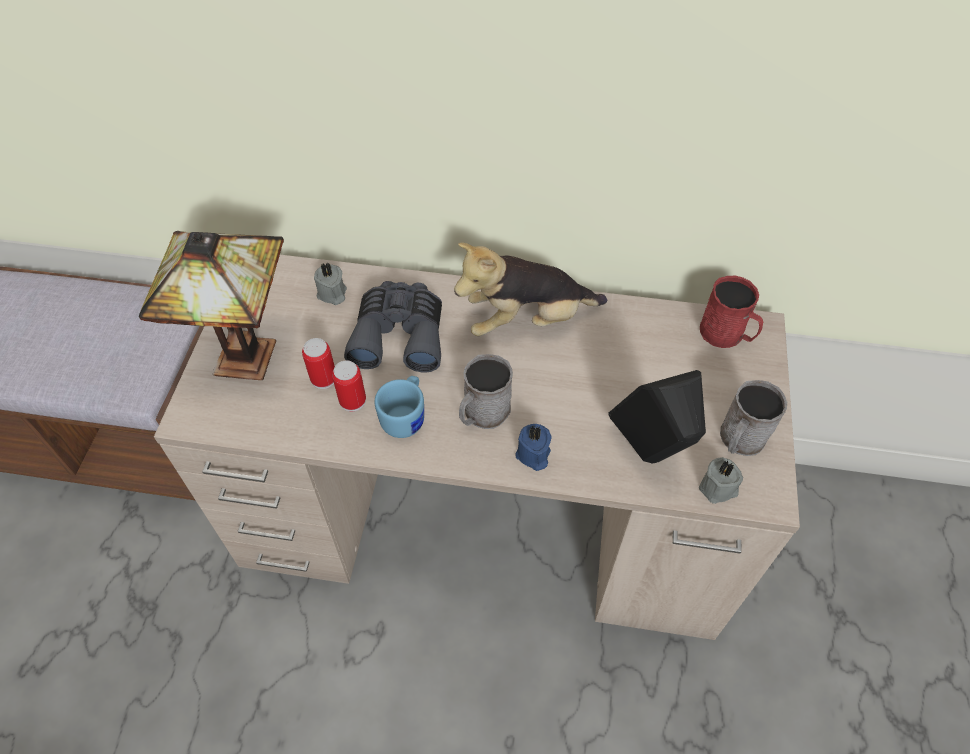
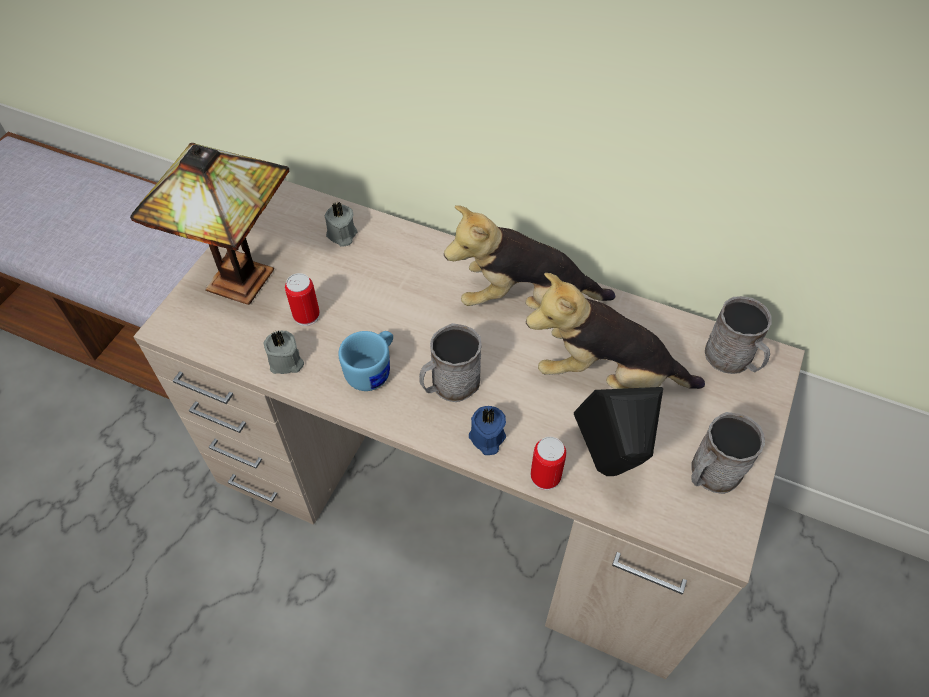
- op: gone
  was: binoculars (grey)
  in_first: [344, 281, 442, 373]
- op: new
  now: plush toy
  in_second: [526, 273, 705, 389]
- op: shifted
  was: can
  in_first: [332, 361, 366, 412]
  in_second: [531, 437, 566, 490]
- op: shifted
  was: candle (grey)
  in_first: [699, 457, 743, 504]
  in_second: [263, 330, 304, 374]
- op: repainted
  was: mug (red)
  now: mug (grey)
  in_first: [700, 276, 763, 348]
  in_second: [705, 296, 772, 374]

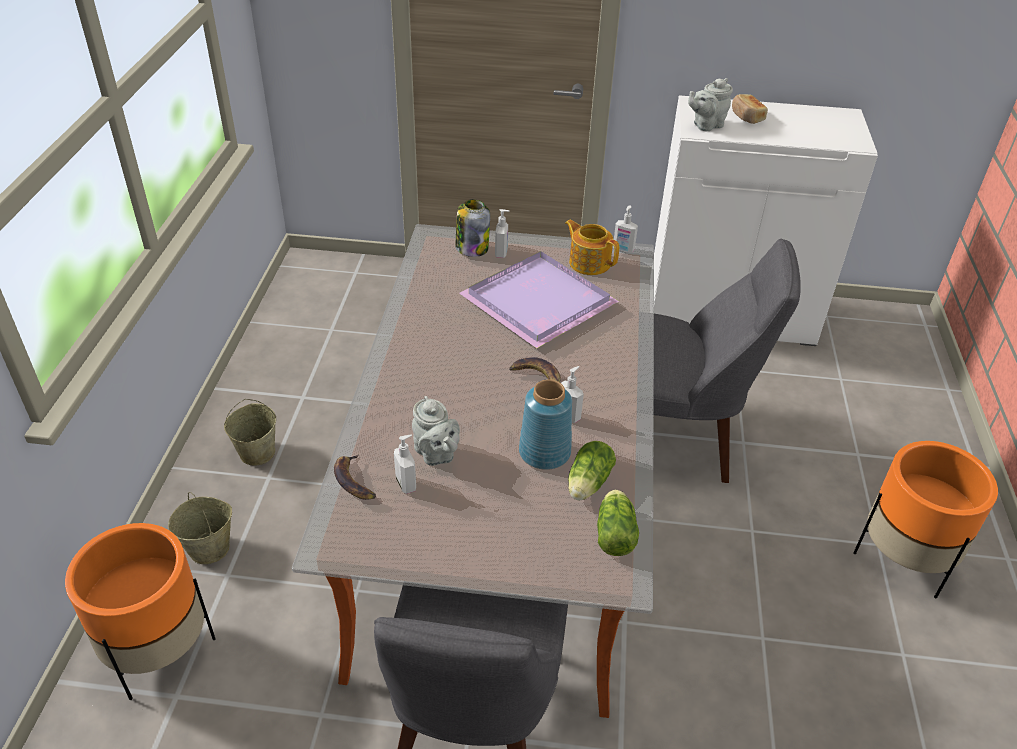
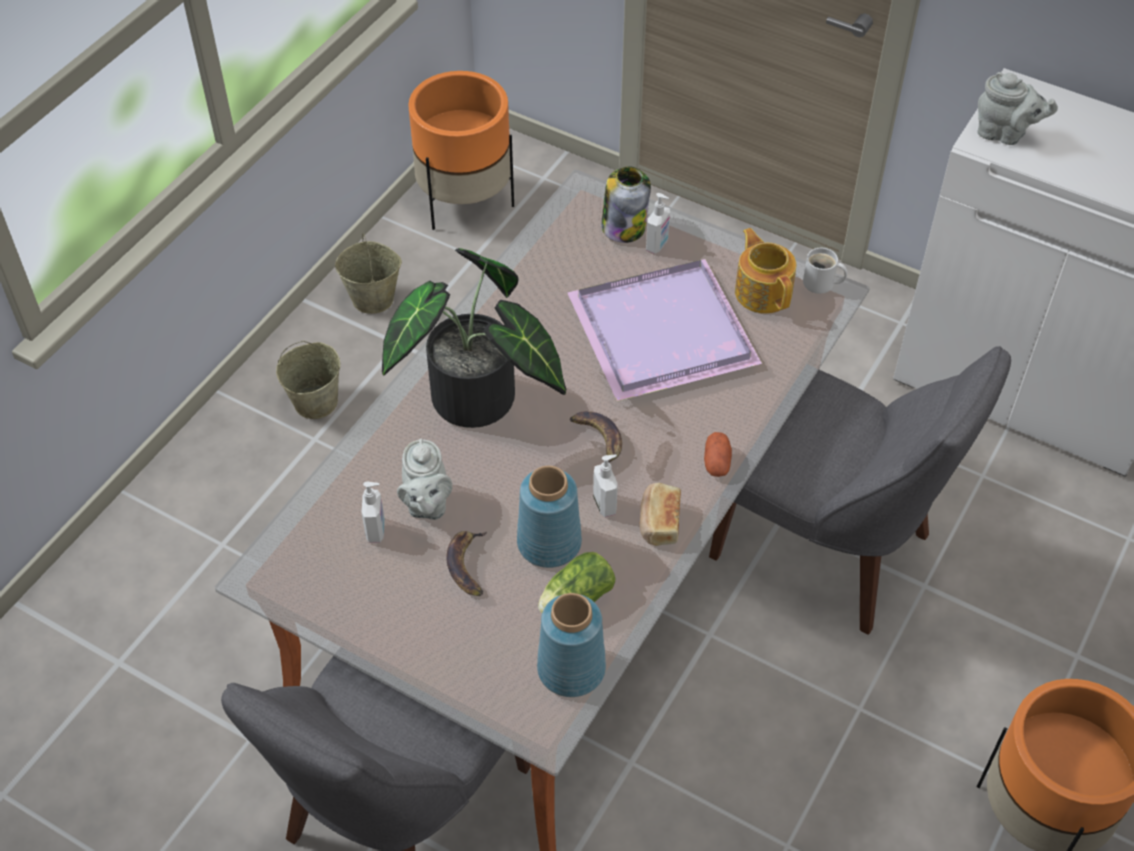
- op: new
  now: potted plant
  in_second: [382, 248, 566, 428]
- op: new
  now: potato
  in_second: [704, 432, 732, 477]
- op: shifted
  was: planter (orange)
  in_first: [65, 523, 216, 700]
  in_second: [408, 71, 514, 230]
- op: shifted
  was: bucket (beige)
  in_first: [168, 492, 232, 564]
  in_second: [335, 233, 402, 314]
- op: shifted
  was: banana
  in_first: [334, 454, 376, 500]
  in_second: [447, 531, 487, 596]
- op: shifted
  was: bread
  in_first: [732, 94, 768, 124]
  in_second: [640, 483, 681, 546]
- op: swapped
  was: lettuce
  now: vase (blue)
  in_first: [597, 490, 639, 556]
  in_second: [537, 593, 606, 697]
- op: swapped
  was: soap dispenser
  now: mug (white)
  in_first: [613, 205, 638, 253]
  in_second: [803, 248, 848, 294]
- op: rotated
  was: teapot (grey)
  in_first: [688, 78, 733, 131]
  in_second: [977, 72, 1058, 145]
  clockwise: -150

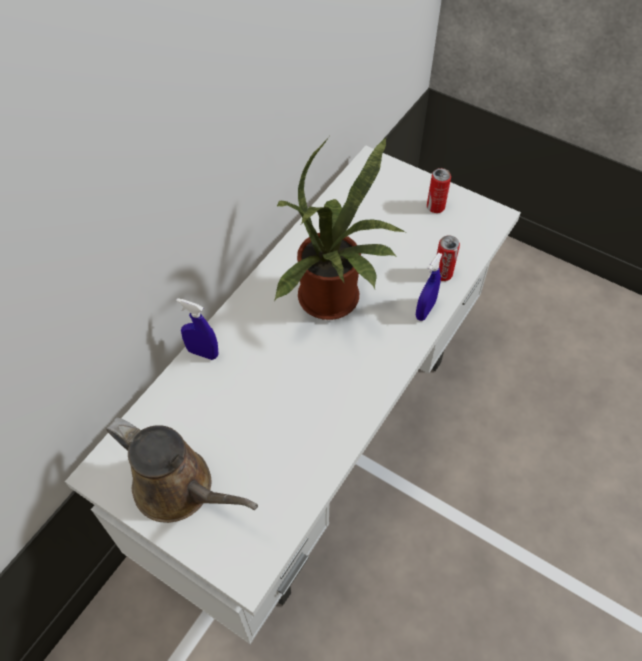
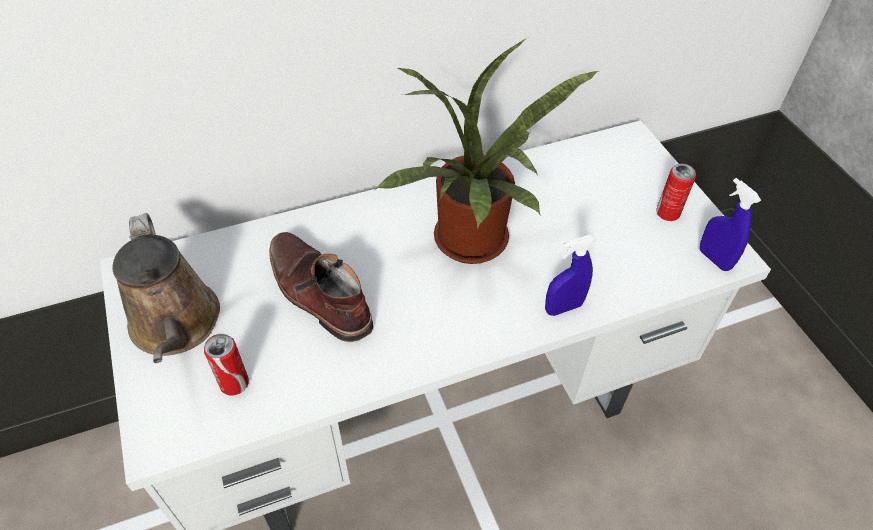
- op: new
  now: boot (brown)
  in_second: [269, 232, 373, 342]
- op: shifted
  was: spray bottle (blue)
  in_first: [176, 298, 218, 360]
  in_second: [700, 178, 761, 271]
- op: shifted
  was: can
  in_first: [437, 236, 460, 281]
  in_second: [204, 334, 249, 395]

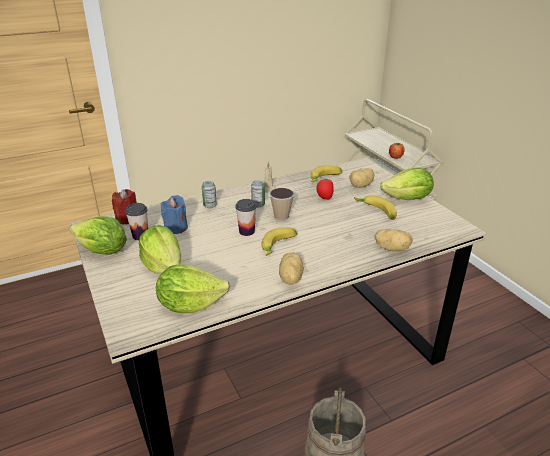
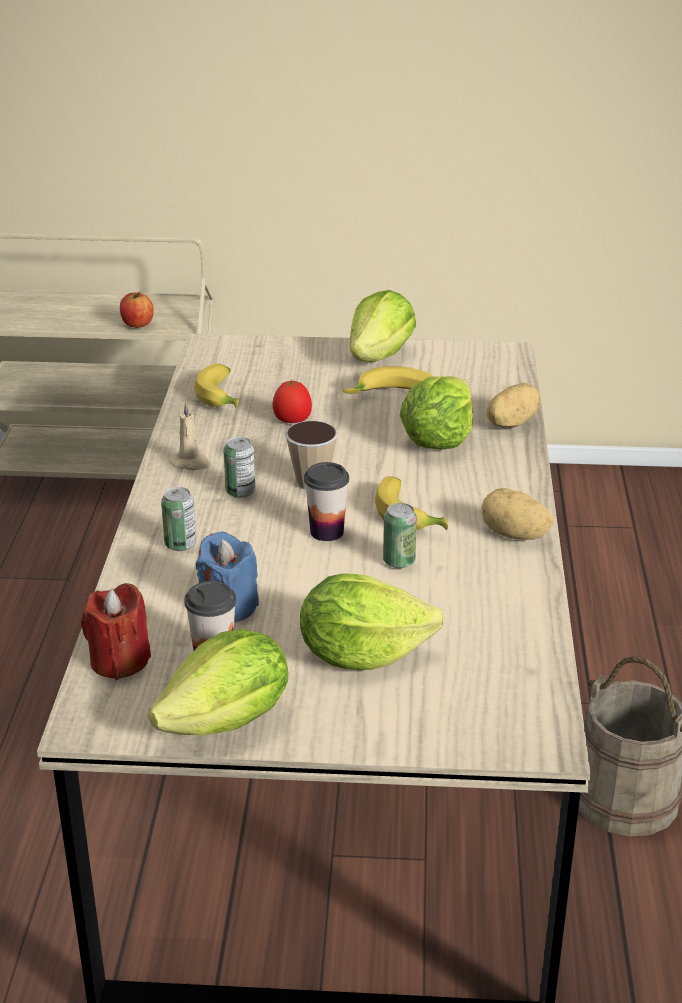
- op: gone
  was: potato
  in_first: [349, 168, 374, 188]
- op: new
  now: can
  in_second: [383, 503, 417, 568]
- op: shifted
  was: lettuce
  in_first: [156, 264, 230, 313]
  in_second: [399, 376, 473, 449]

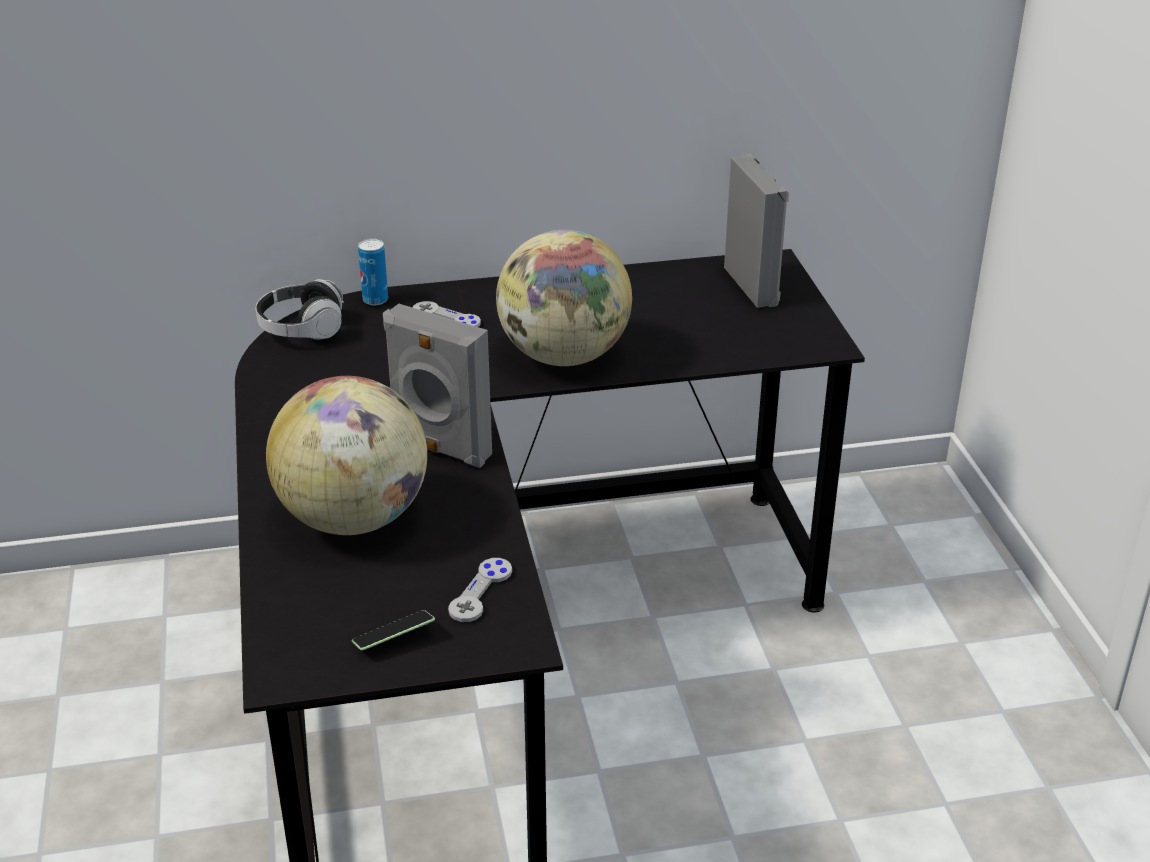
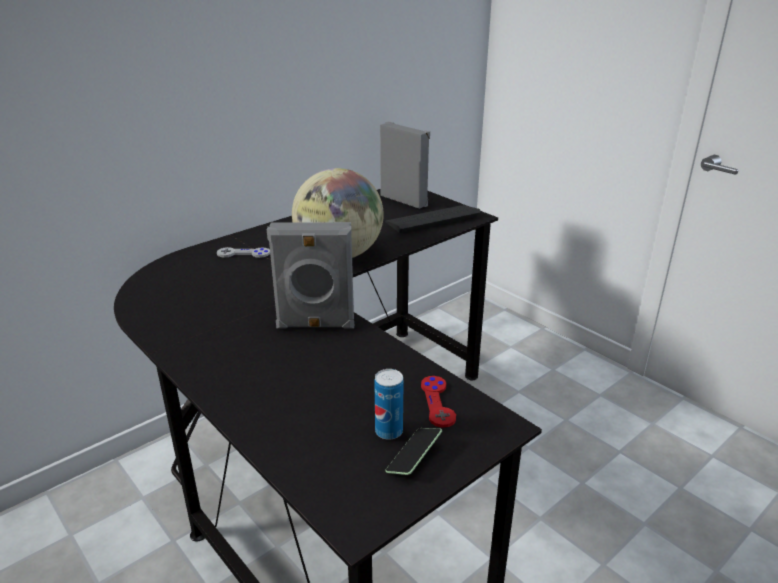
- op: gone
  was: headphones
  in_first: [255, 279, 344, 340]
- op: gone
  was: globe
  in_first: [266, 376, 427, 535]
- op: new
  now: keyboard
  in_second: [385, 205, 481, 233]
- op: shifted
  was: can
  in_first: [358, 239, 388, 305]
  in_second: [374, 369, 404, 440]
- op: repainted
  was: game controller (grey)
  now: game controller (red)
  in_first: [448, 558, 512, 622]
  in_second: [421, 376, 456, 428]

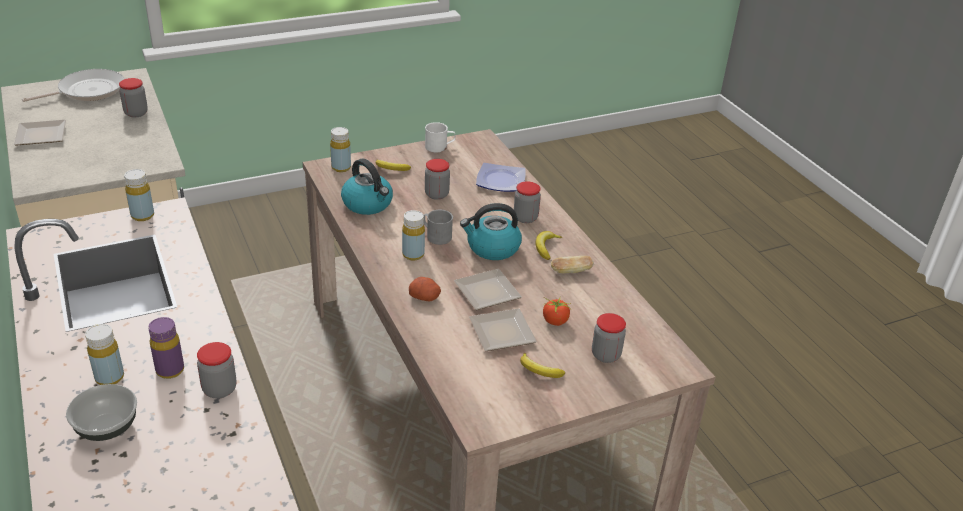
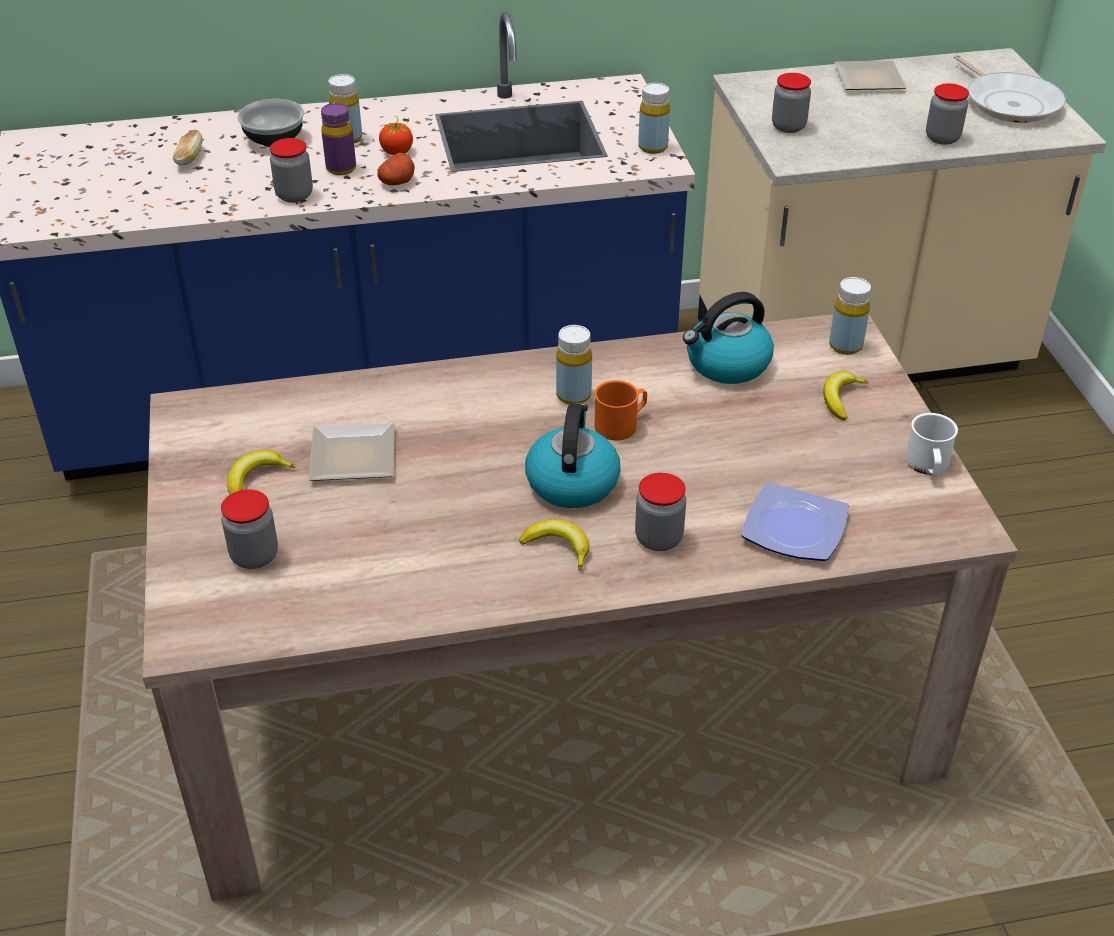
- op: gone
  was: plate
  in_first: [454, 269, 522, 310]
- op: shifted
  was: potato
  in_first: [409, 277, 441, 301]
  in_second: [377, 153, 415, 186]
- op: shifted
  was: jar
  in_first: [425, 159, 450, 200]
  in_second: [772, 73, 811, 133]
- op: shifted
  was: tomato
  in_first: [543, 297, 571, 326]
  in_second: [379, 116, 413, 155]
- op: shifted
  was: bread
  in_first: [551, 256, 594, 273]
  in_second: [173, 130, 203, 165]
- op: repainted
  was: mug (grey)
  now: mug (orange)
  in_first: [423, 210, 453, 245]
  in_second: [594, 380, 647, 440]

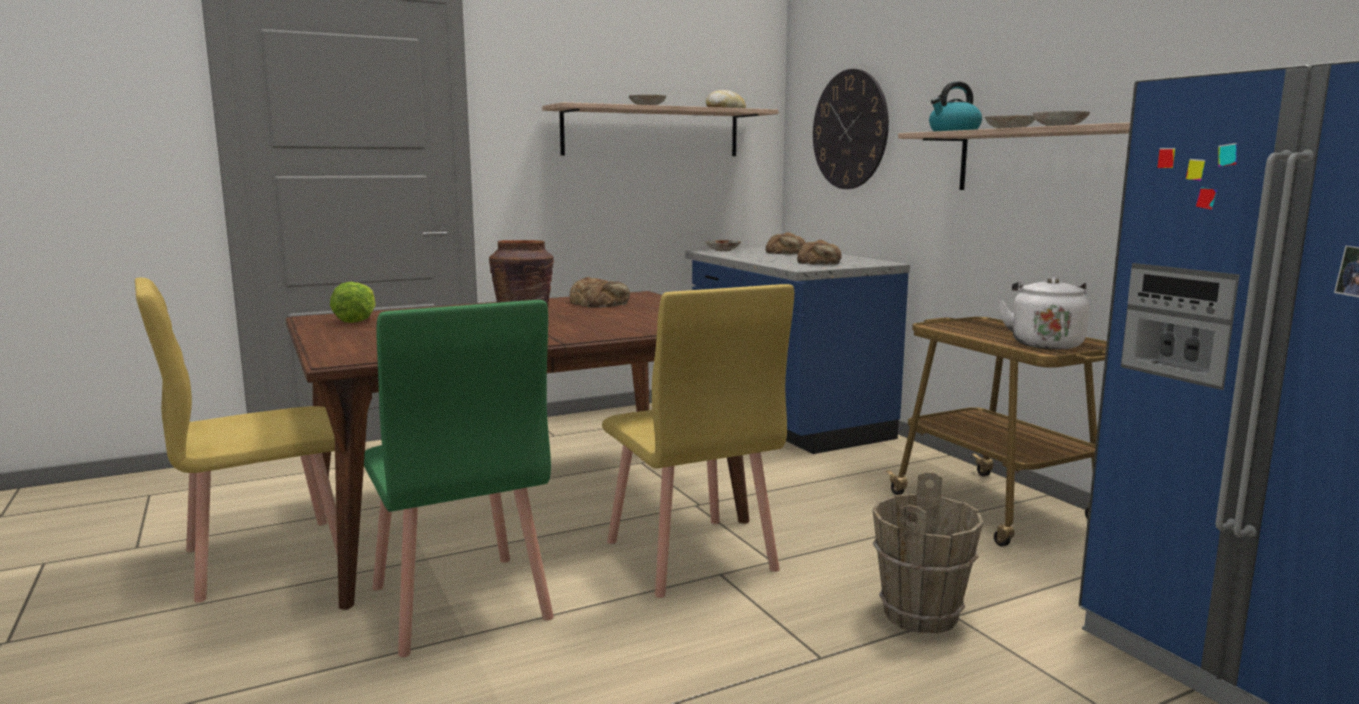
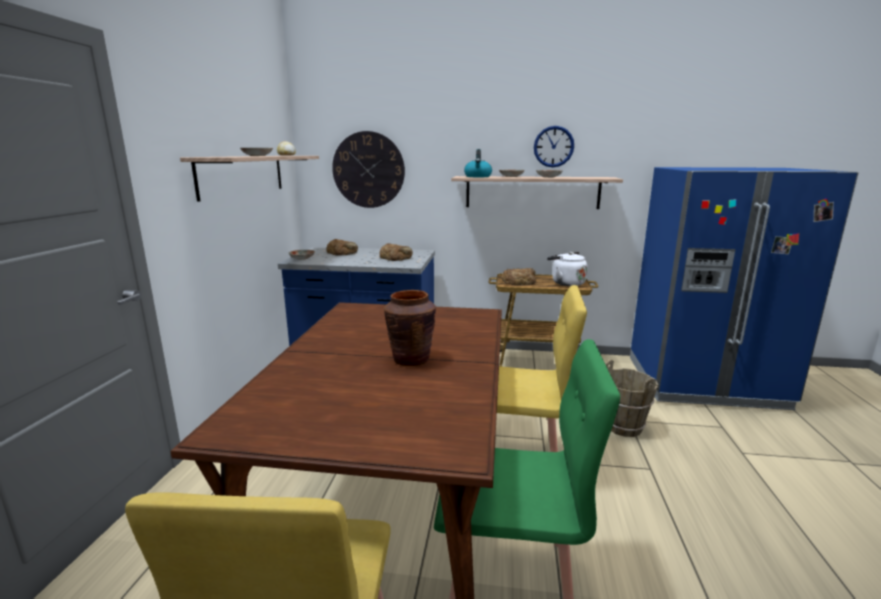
- op: gone
  was: lettuce
  in_first: [330, 282, 376, 323]
- op: new
  now: wall clock
  in_second: [534, 126, 574, 167]
- op: shifted
  was: bread
  in_first: [570, 277, 630, 307]
  in_second: [501, 268, 536, 285]

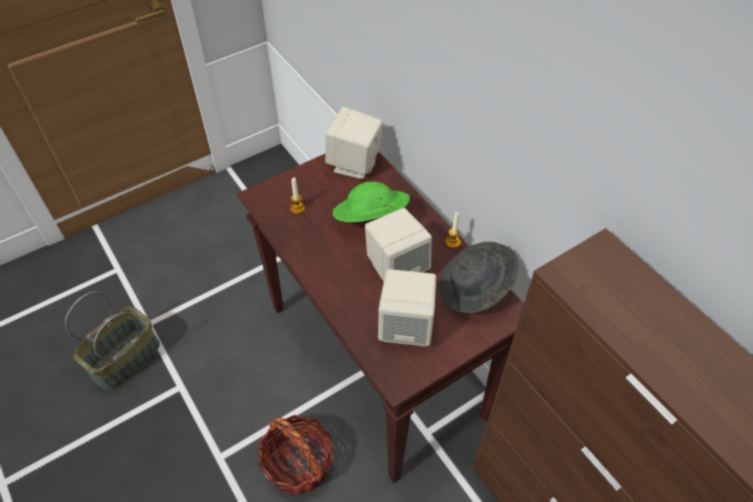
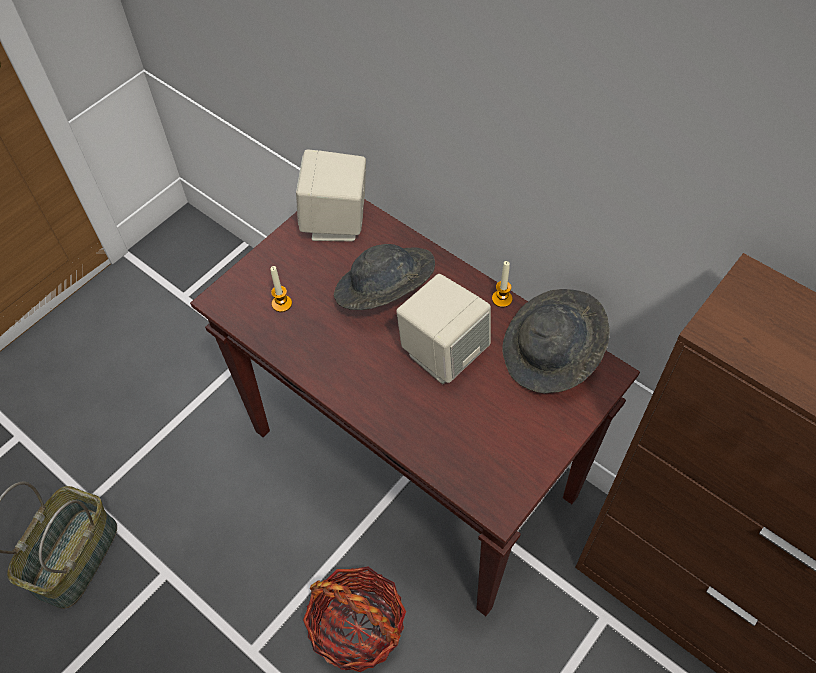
- op: gone
  was: speaker (beige)
  in_first: [378, 269, 436, 346]
- op: repainted
  was: hat (green)
  now: hat (grey)
  in_first: [333, 182, 410, 222]
  in_second: [334, 244, 435, 310]

